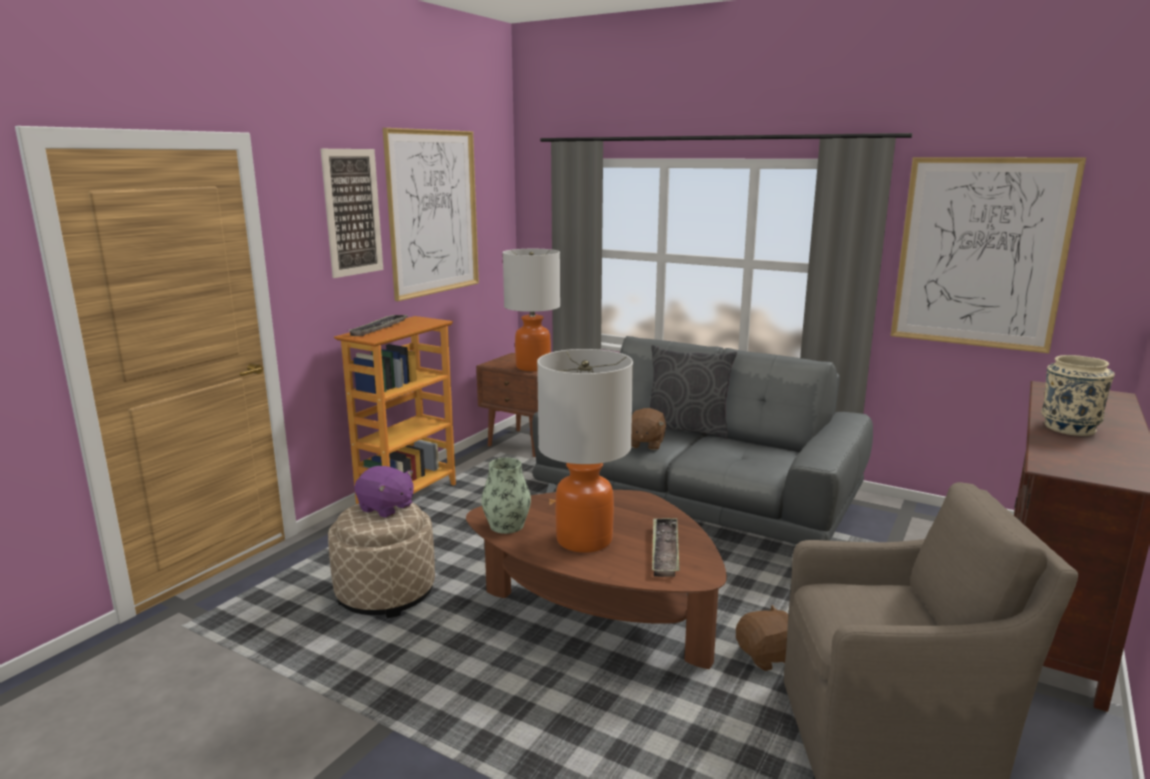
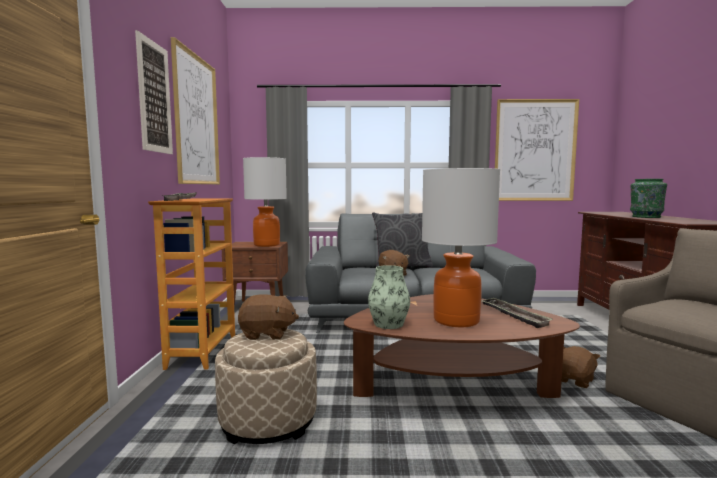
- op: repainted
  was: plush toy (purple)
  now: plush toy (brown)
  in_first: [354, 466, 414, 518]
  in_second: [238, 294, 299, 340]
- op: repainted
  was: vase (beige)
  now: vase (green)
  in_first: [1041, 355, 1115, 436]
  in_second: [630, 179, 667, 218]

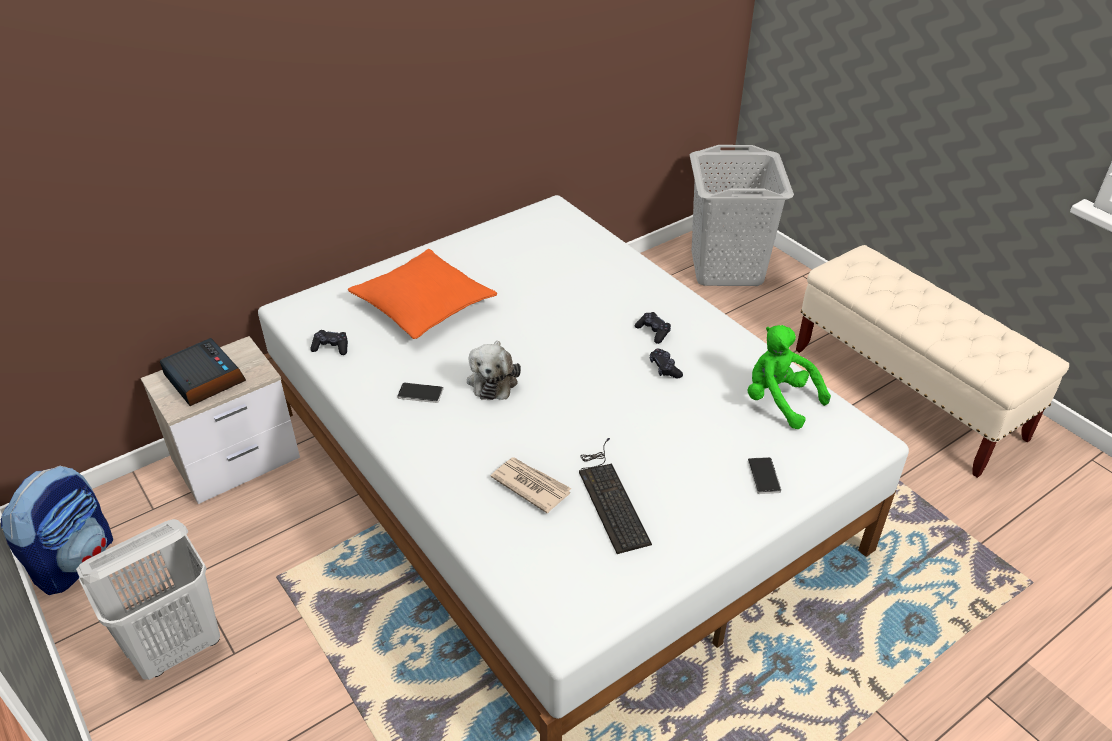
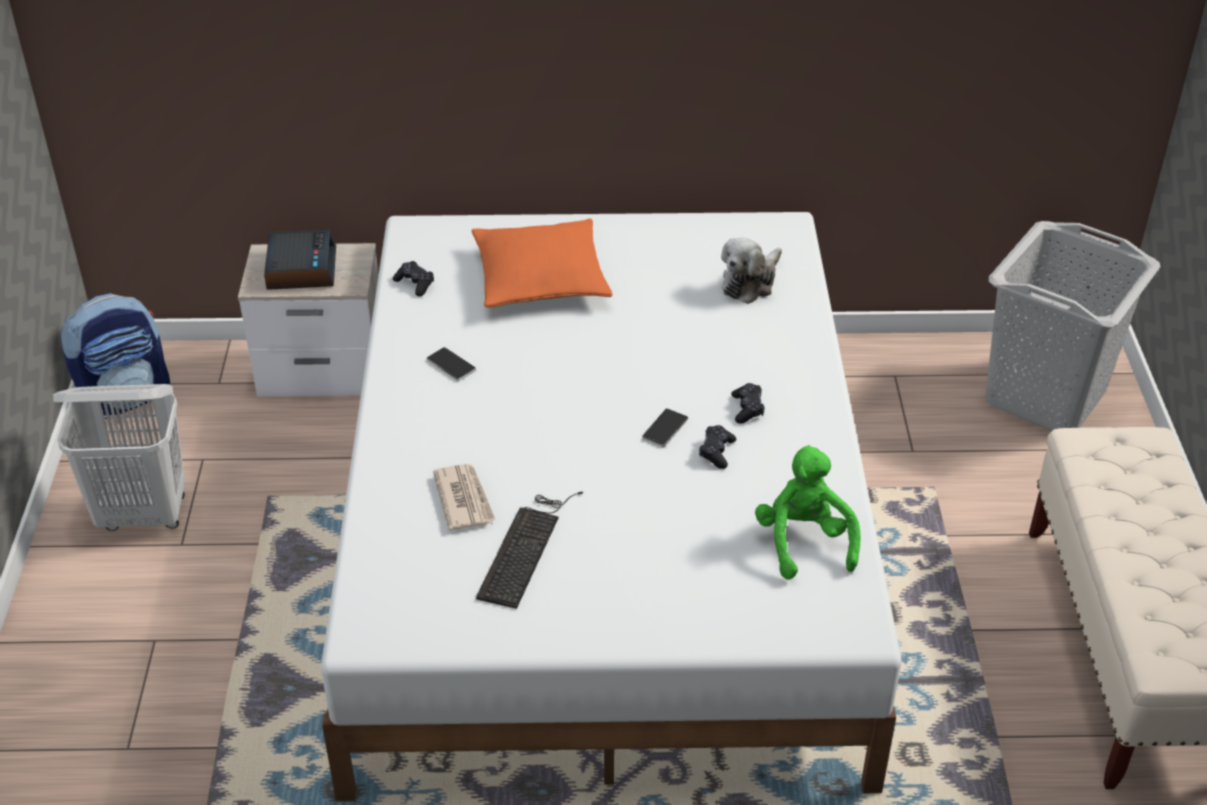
- op: shifted
  was: plush toy
  in_first: [467, 341, 521, 400]
  in_second: [721, 237, 782, 304]
- op: shifted
  was: phone
  in_first: [748, 457, 781, 494]
  in_second: [642, 408, 688, 448]

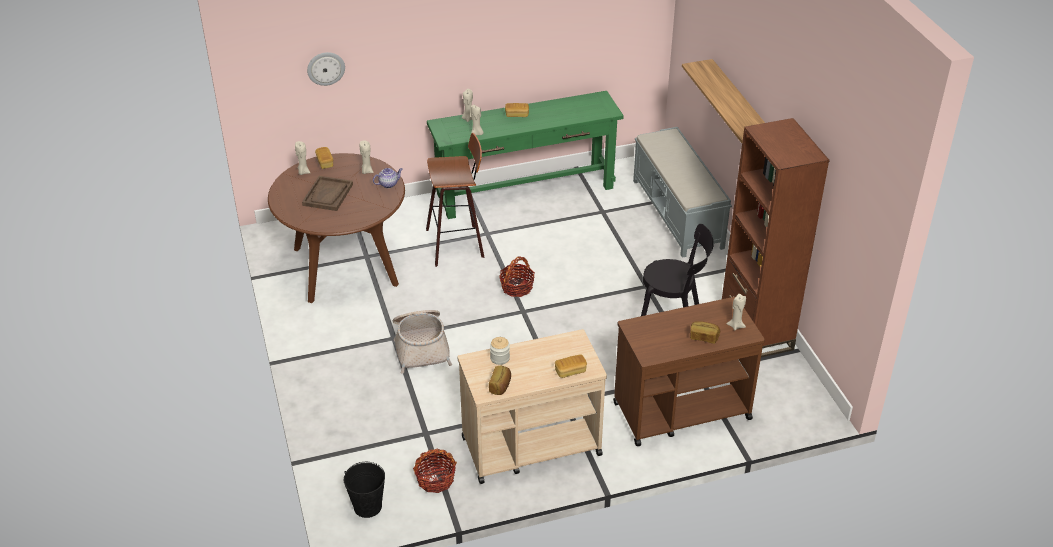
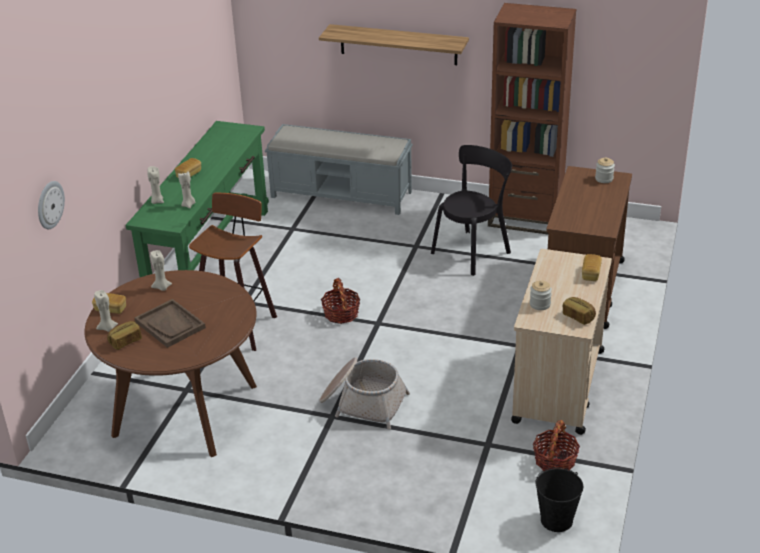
- op: gone
  was: teapot
  in_first: [373, 168, 403, 188]
- op: shifted
  was: bread
  in_first: [690, 321, 720, 344]
  in_second: [107, 321, 142, 350]
- op: swapped
  was: candle (beige)
  now: jar
  in_first: [726, 294, 746, 330]
  in_second: [595, 157, 615, 183]

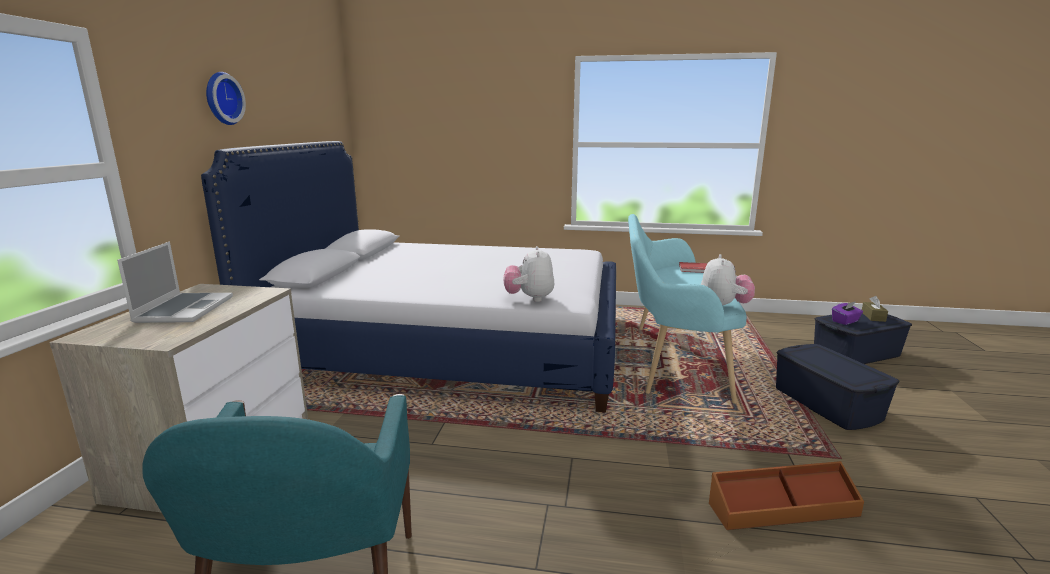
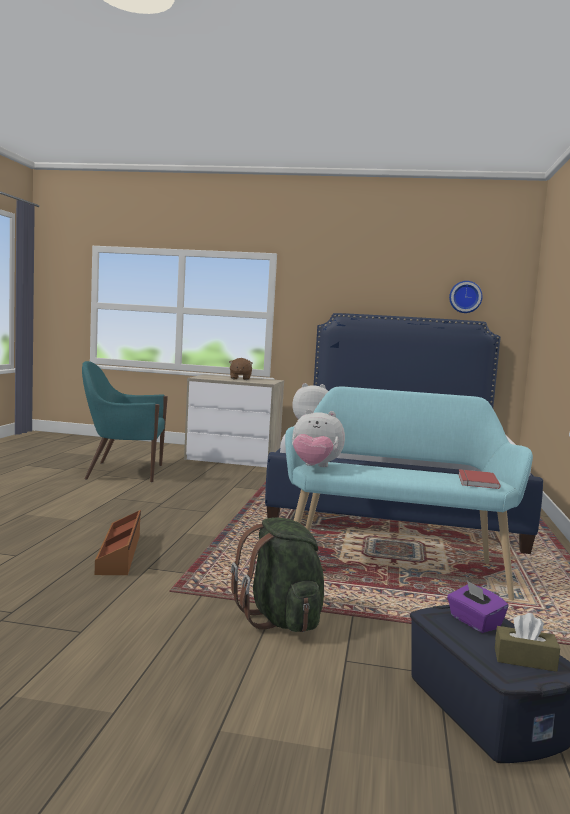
- op: shifted
  was: wall clock
  in_first: [206, 72, 246, 125]
  in_second: [449, 281, 483, 313]
- op: swapped
  was: laptop
  now: plush toy (brown)
  in_first: [117, 242, 233, 323]
  in_second: [229, 358, 253, 380]
- op: swapped
  was: storage box (blue)
  now: backpack (green)
  in_first: [776, 344, 899, 430]
  in_second: [231, 517, 326, 632]

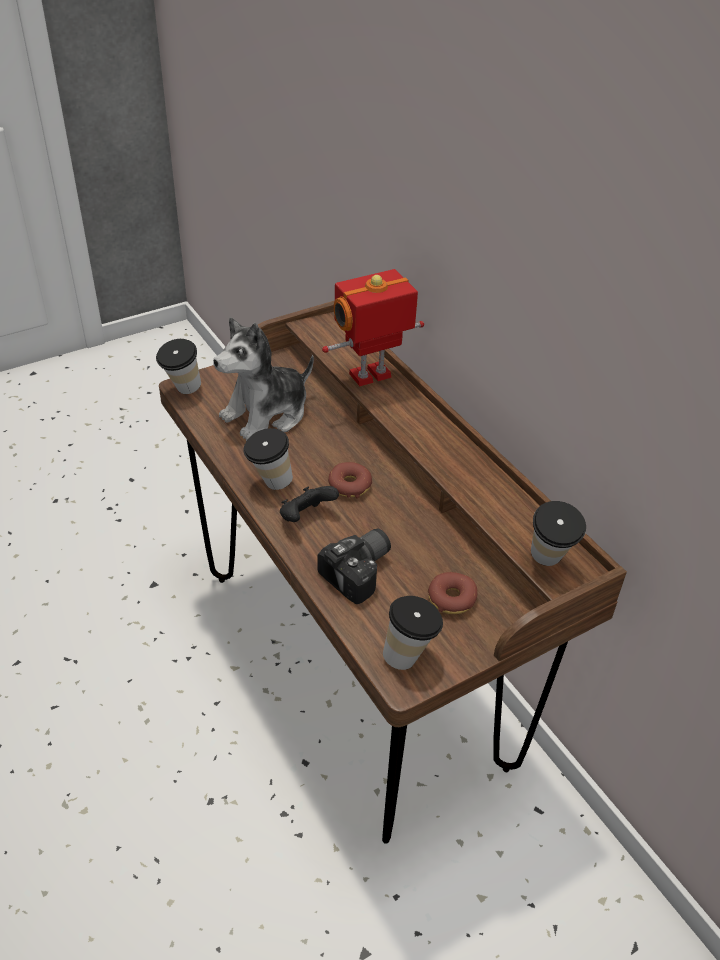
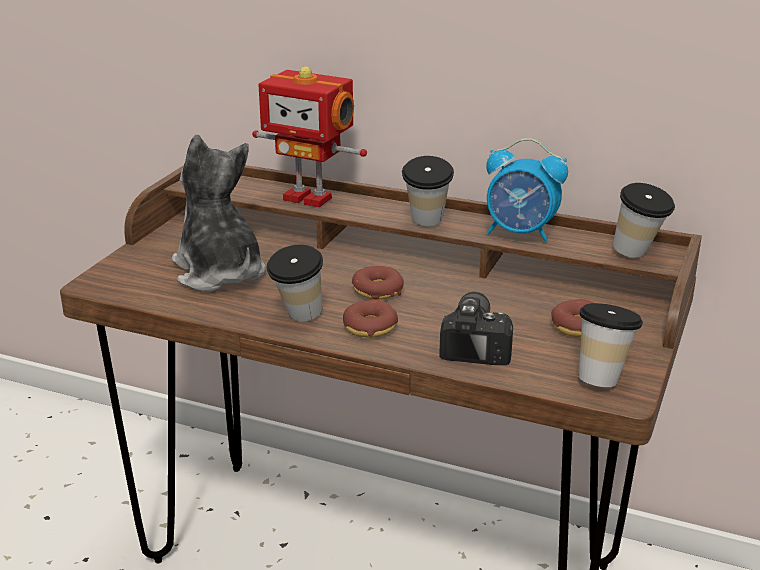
- op: new
  now: alarm clock
  in_second: [486, 138, 568, 242]
- op: shifted
  was: cup
  in_first: [156, 339, 201, 394]
  in_second: [402, 156, 454, 227]
- op: swapped
  was: game controller (black)
  now: donut
  in_first: [280, 486, 339, 522]
  in_second: [343, 300, 398, 338]
- op: rotated
  was: plush toy
  in_first: [213, 317, 314, 441]
  in_second: [172, 134, 266, 292]
  clockwise: 135
- op: rotated
  was: toy robot
  in_first: [322, 269, 424, 386]
  in_second: [252, 66, 367, 208]
  clockwise: -90

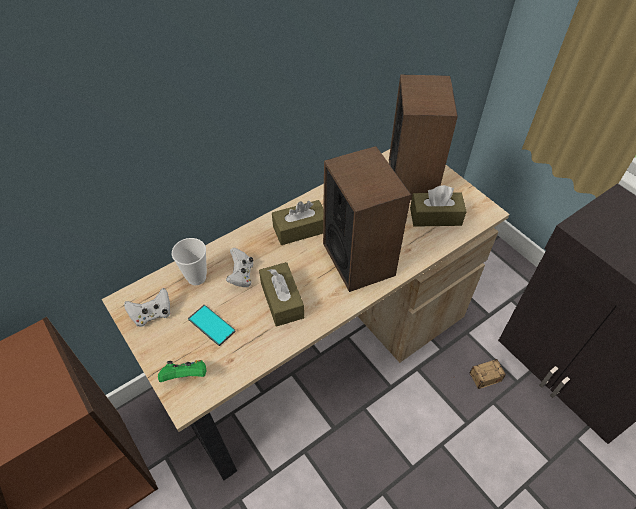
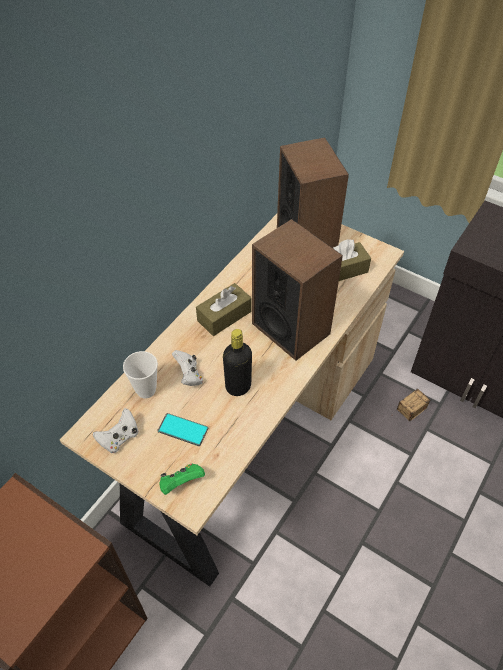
- op: swapped
  was: tissue box (brown)
  now: bottle (black)
  in_first: [259, 262, 304, 327]
  in_second: [223, 329, 252, 396]

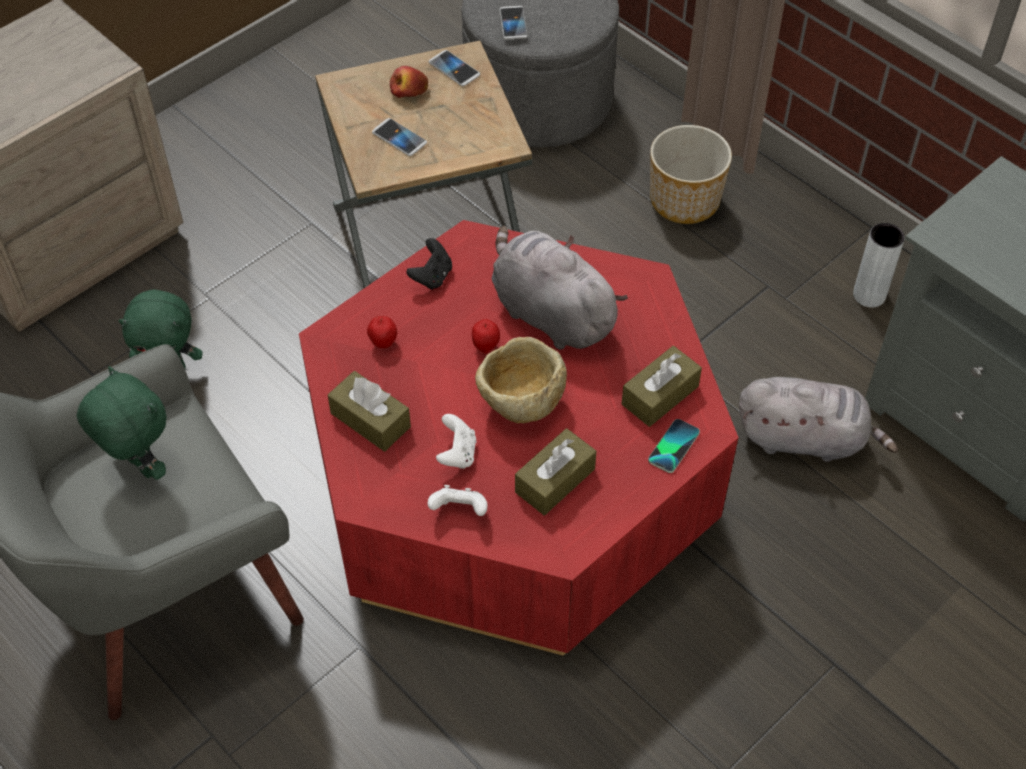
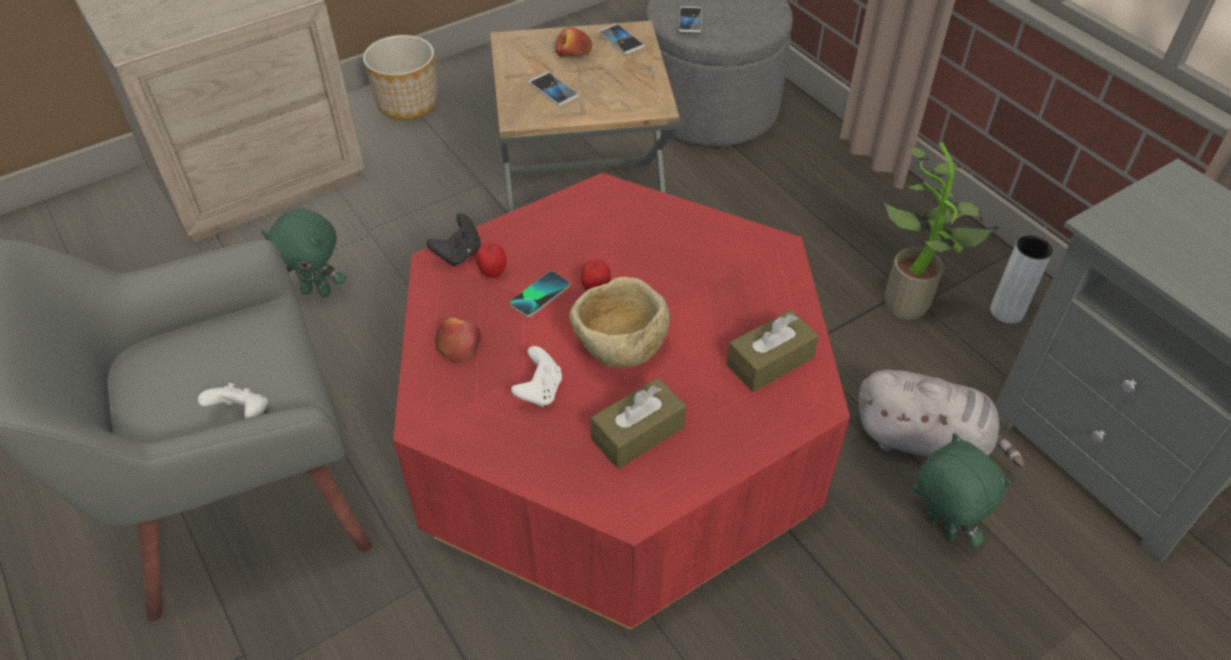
- op: gone
  was: plush toy (grey)
  in_first: [492, 226, 628, 350]
- op: new
  now: potted plant
  in_second: [880, 142, 999, 320]
- op: shifted
  was: plush toy (green)
  in_first: [77, 366, 167, 480]
  in_second: [913, 433, 1011, 547]
- op: shifted
  was: game controller (black)
  in_first: [407, 238, 452, 290]
  in_second: [427, 214, 481, 266]
- op: shifted
  was: game controller (white)
  in_first: [428, 485, 488, 516]
  in_second: [198, 383, 268, 419]
- op: shifted
  was: phone
  in_first: [648, 419, 700, 473]
  in_second: [510, 271, 570, 317]
- op: shifted
  was: planter
  in_first: [650, 125, 732, 224]
  in_second: [363, 35, 437, 120]
- op: swapped
  was: tissue box (brown)
  now: apple
  in_first: [328, 371, 411, 451]
  in_second: [435, 318, 481, 363]

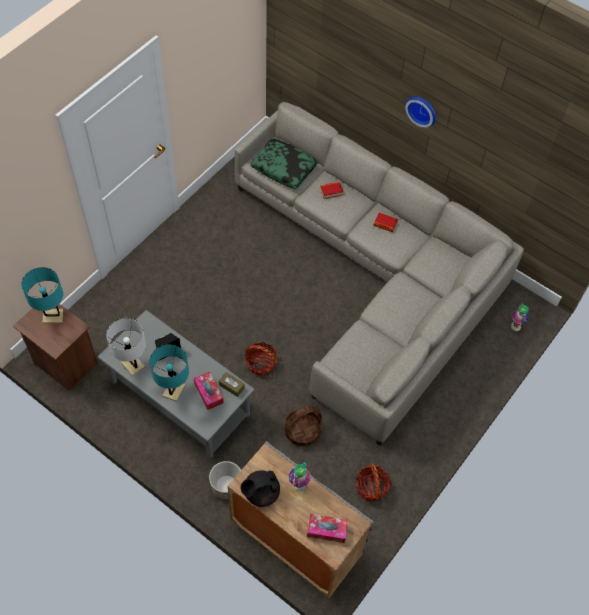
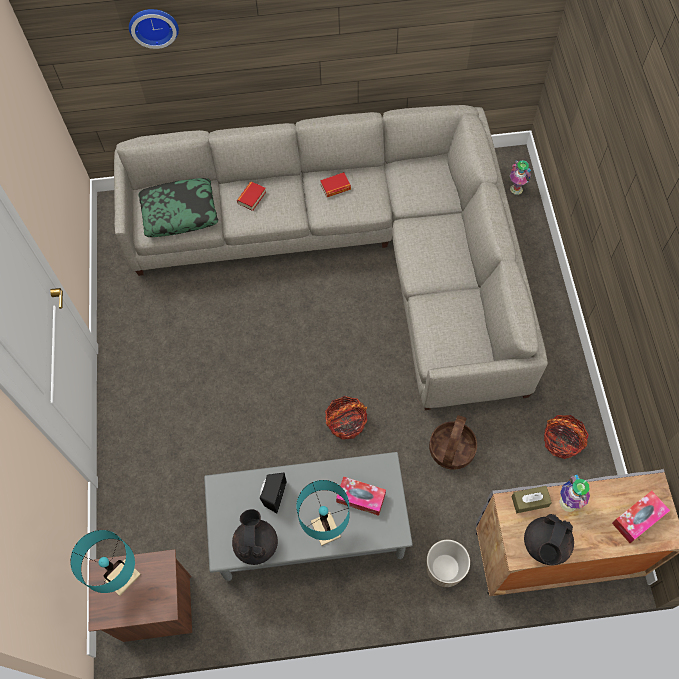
- op: shifted
  was: tissue box (brown)
  in_first: [219, 372, 245, 397]
  in_second: [511, 486, 552, 513]
- op: shifted
  was: wall clock
  in_first: [405, 97, 436, 128]
  in_second: [129, 9, 179, 49]
- op: swapped
  was: table lamp (white)
  now: teapot (black)
  in_first: [106, 318, 146, 376]
  in_second: [232, 509, 278, 565]

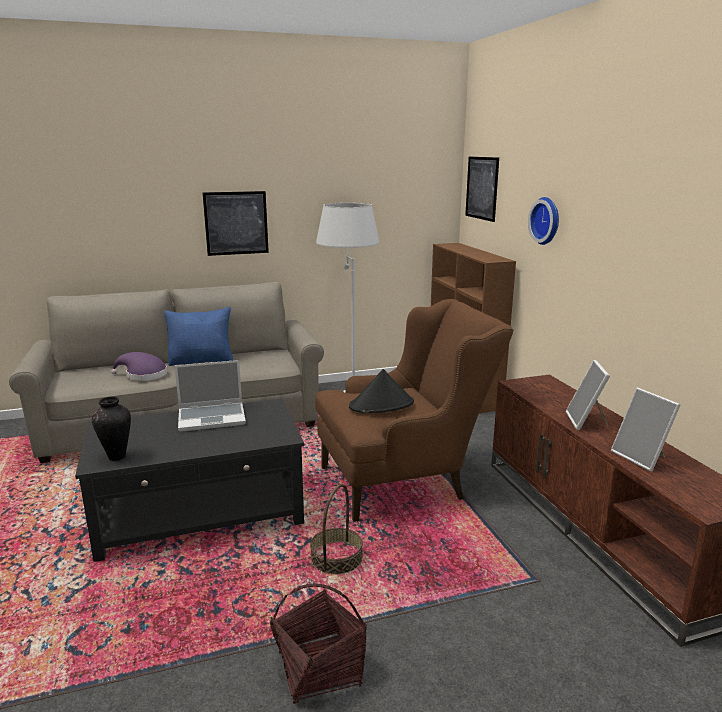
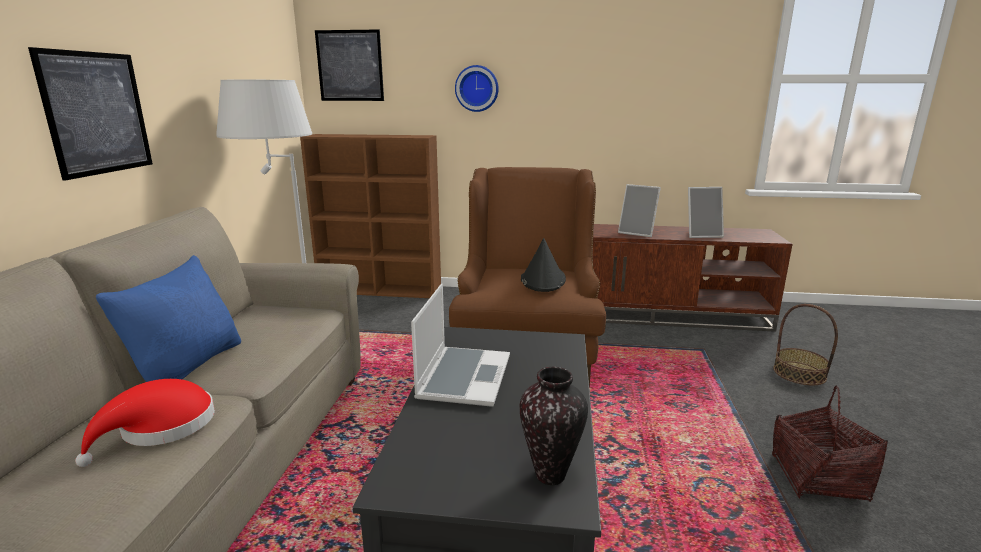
- op: shifted
  was: basket
  in_first: [310, 484, 363, 575]
  in_second: [773, 304, 838, 385]
- op: repainted
  was: hat (purple)
  now: hat (red)
  in_first: [111, 352, 167, 381]
  in_second: [75, 379, 215, 467]

